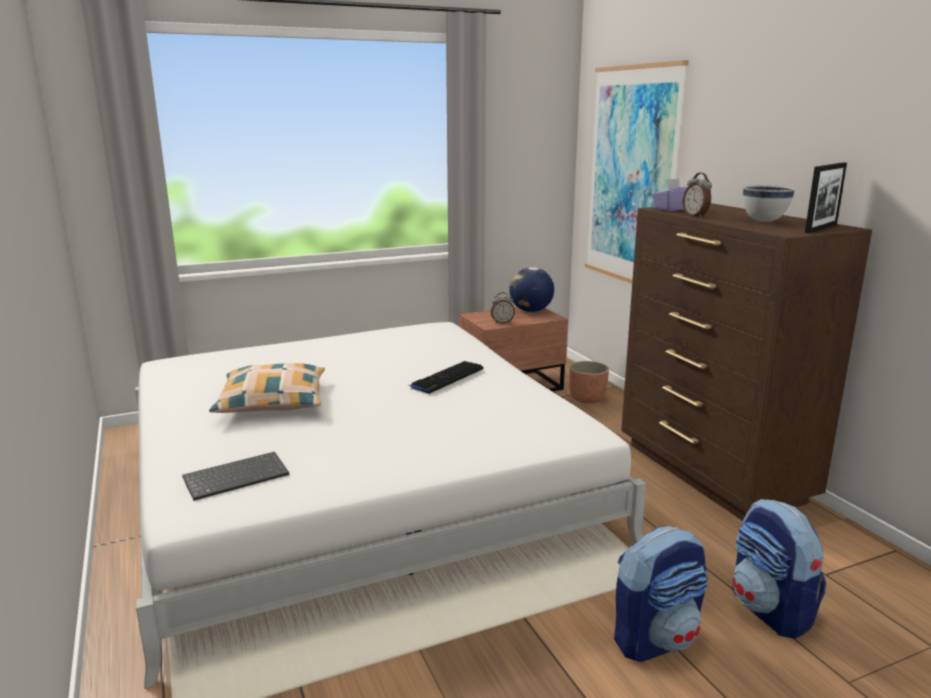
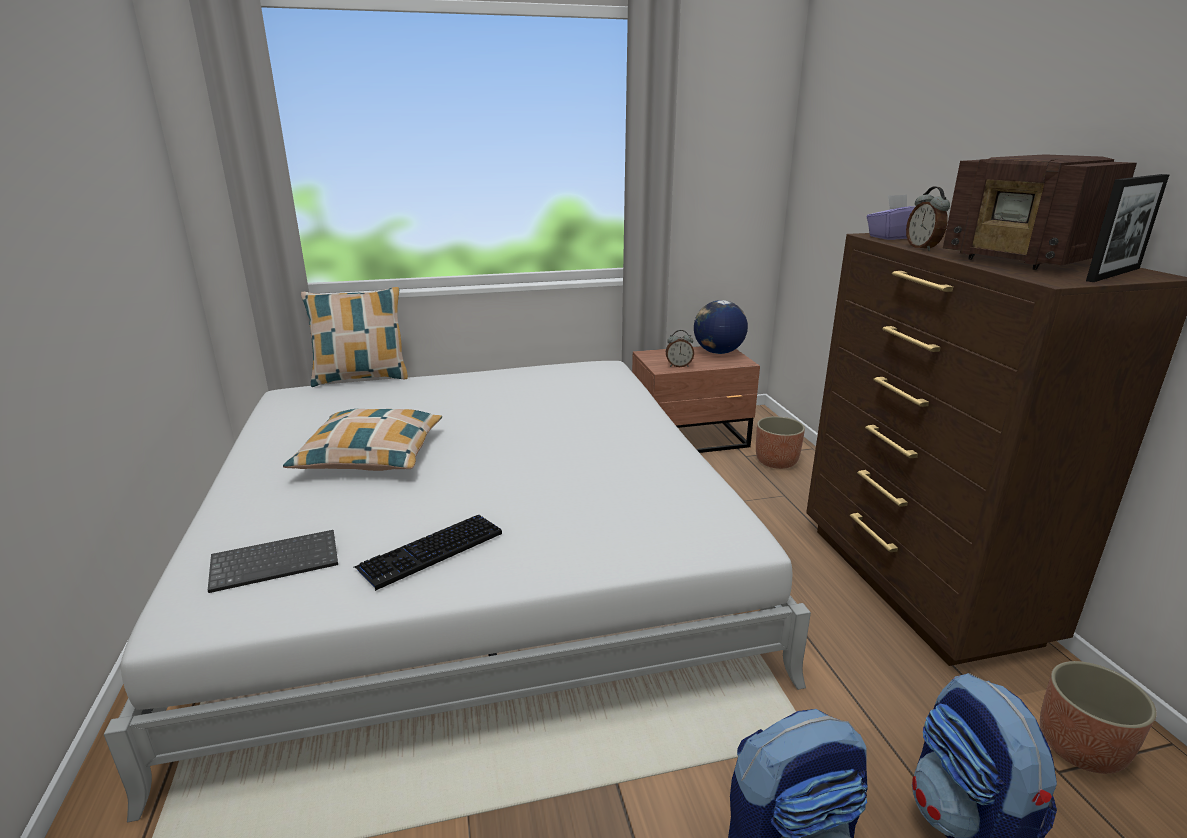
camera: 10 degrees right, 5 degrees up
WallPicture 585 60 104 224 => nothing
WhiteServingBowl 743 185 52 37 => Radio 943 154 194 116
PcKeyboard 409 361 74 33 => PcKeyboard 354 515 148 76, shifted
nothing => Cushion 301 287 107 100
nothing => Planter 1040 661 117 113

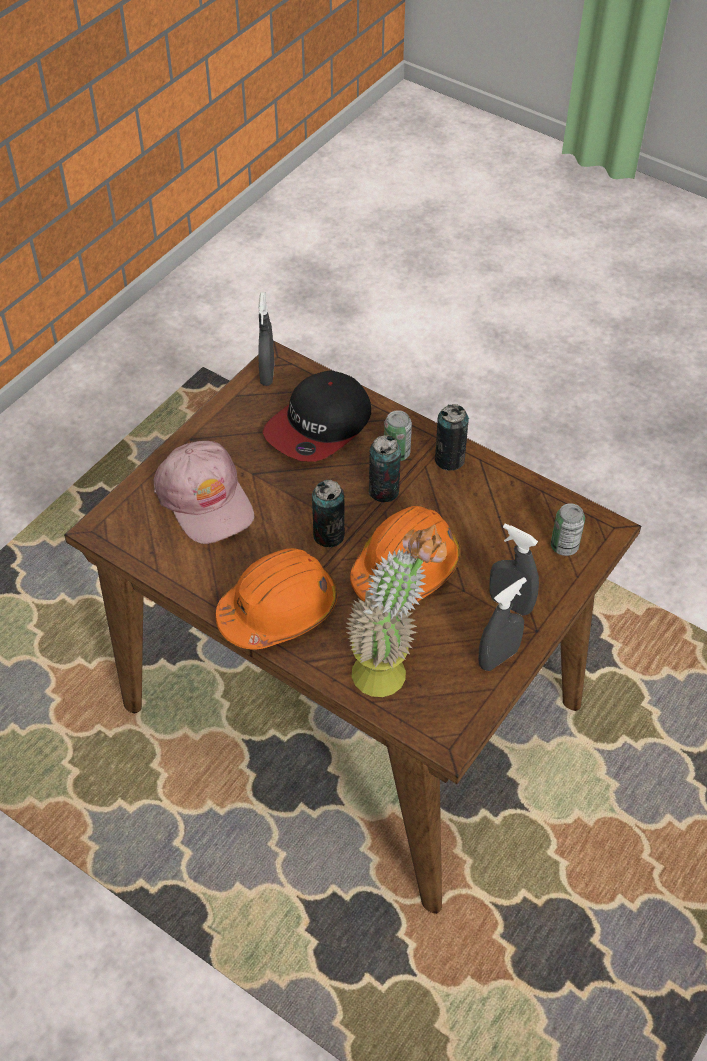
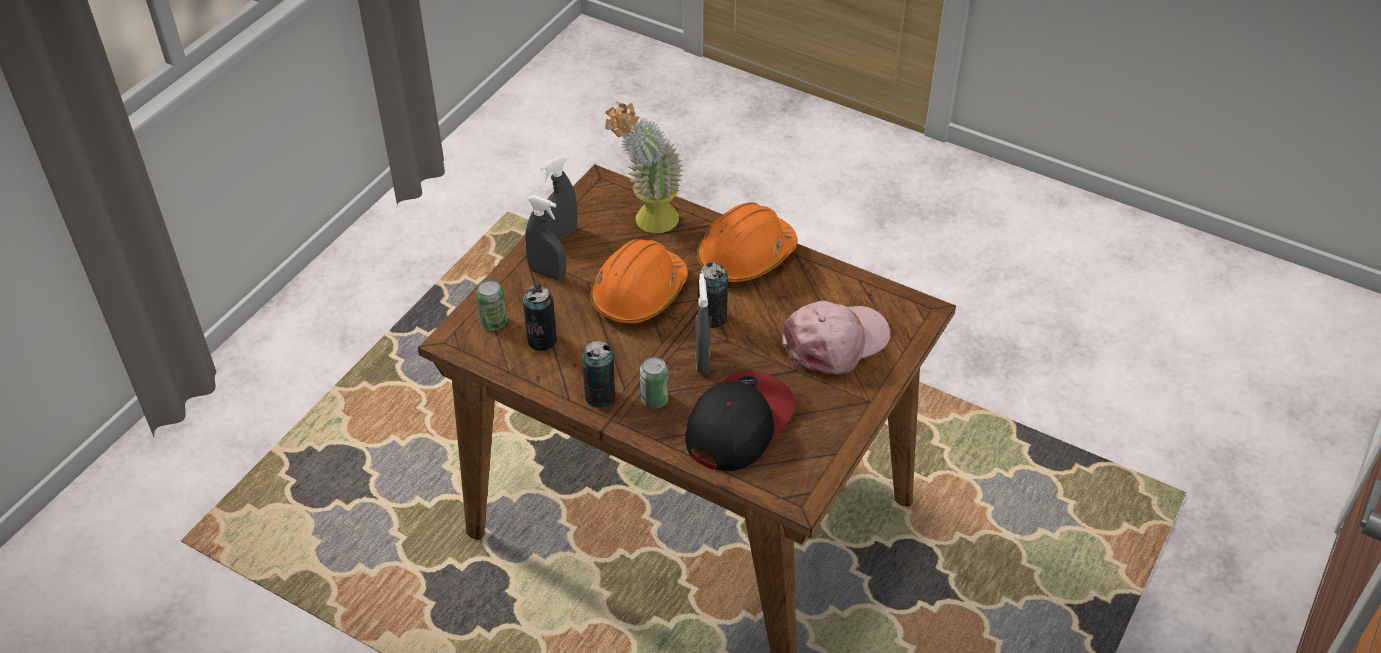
camera: 175 degrees right, 5 degrees down
GreyHandSprayer 258 292 16 94 => GreyHandSprayer 695 273 15 101, shifted
Can 369 435 32 67 => Can 523 285 34 66, shifted
PinkColouredPeakedCap 153 441 101 103 => PinkColouredPeakedCap 782 301 108 74, 90 degrees clockwise

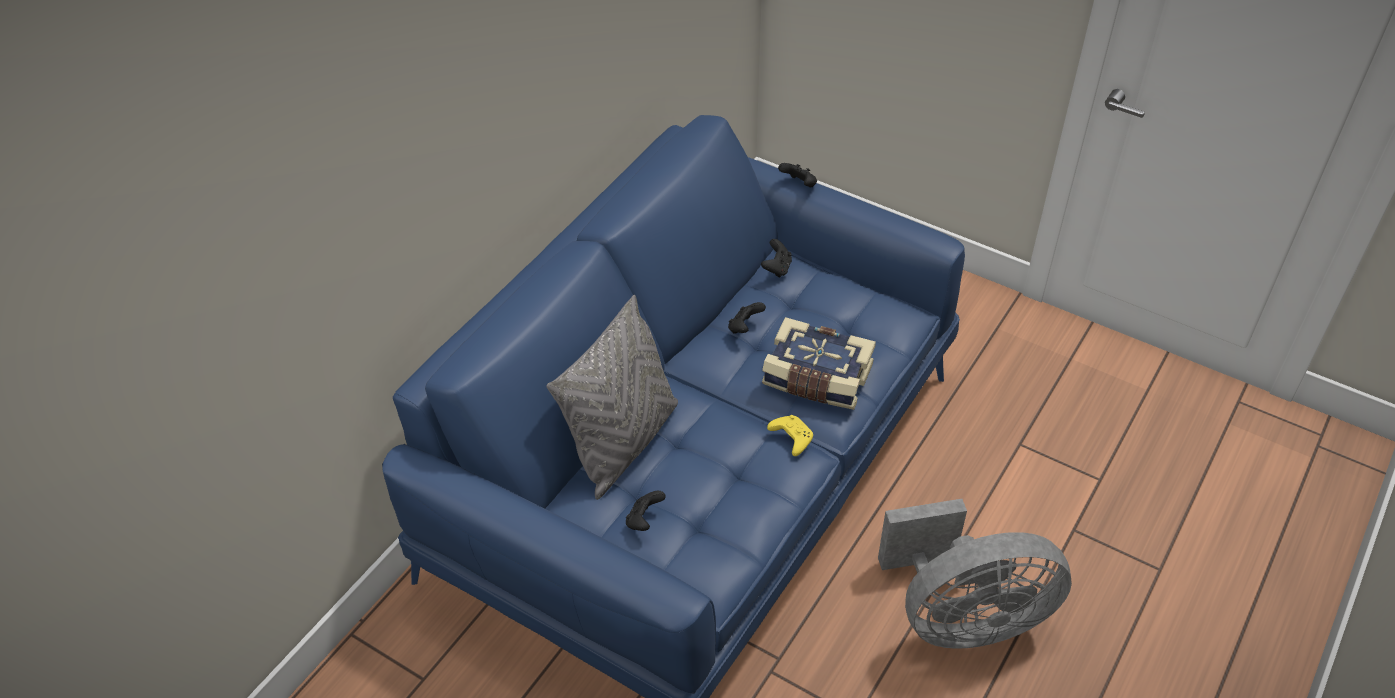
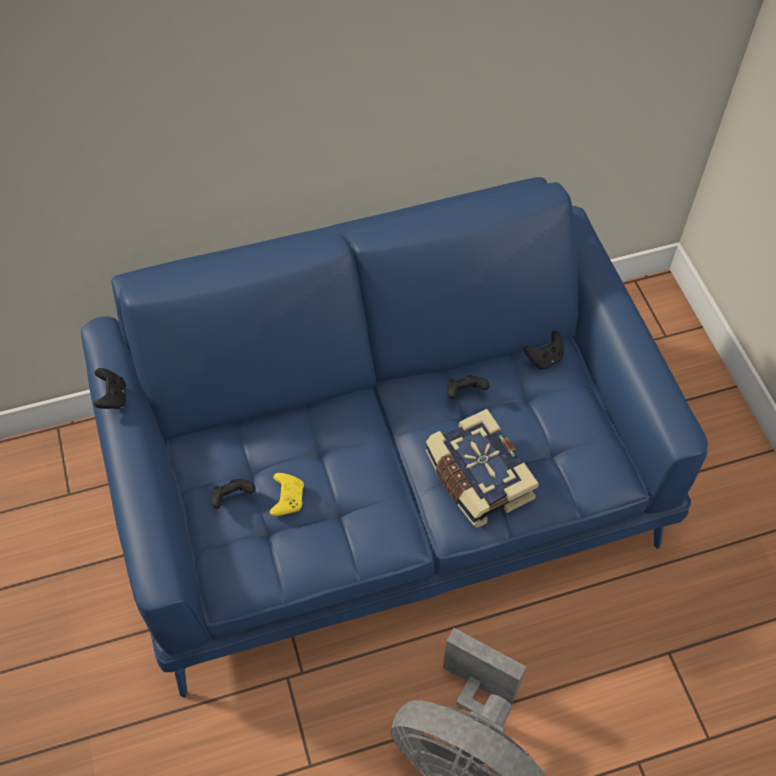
camera: 40 degrees right, 10 degrees up
BlackishGamepad 778 163 39 24 => BlackishGamepad 94 368 32 41, shifted
GreyCushion 547 295 131 205 => nothing
YellowishGamepad 767 415 46 41 => YellowishGamepad 270 473 34 43, shifted

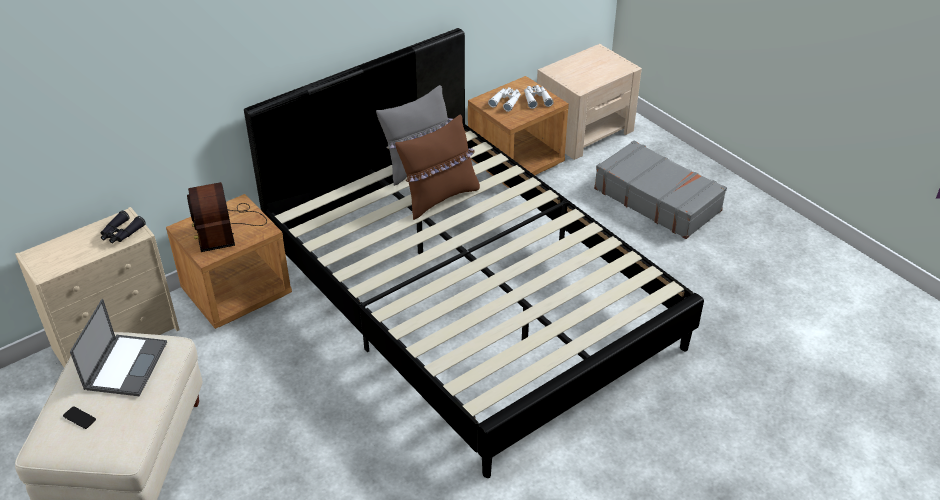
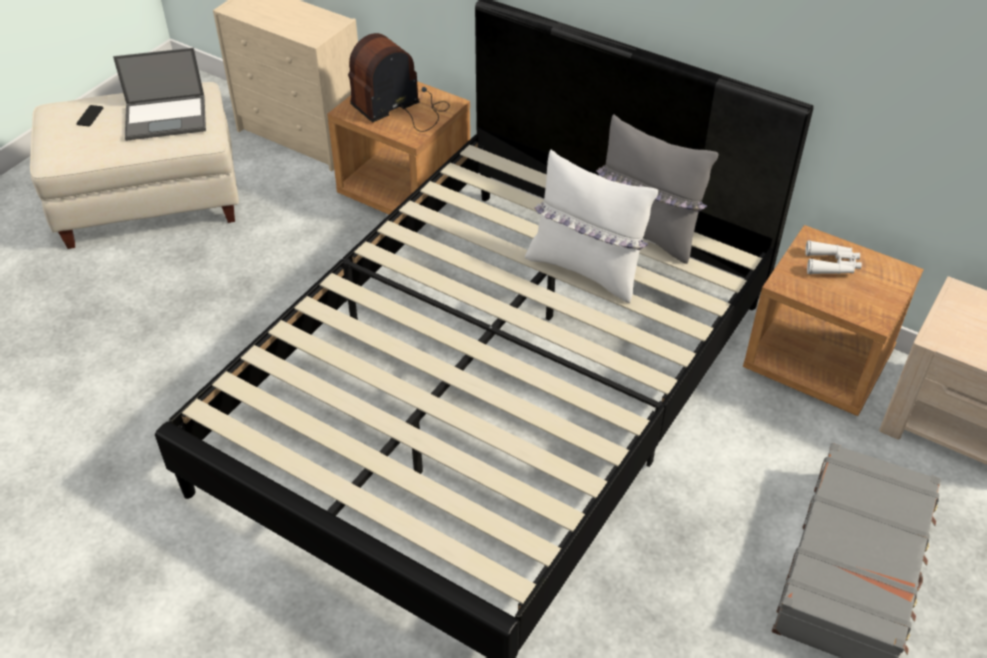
camera: 70 degrees right, 5 degrees up
WhiteFieldGlasses 524 85 30 24 => nothing
BrownColouredCushion 395 115 85 105 => WhiteCushion 525 150 133 153
BlackishFieldGlasses 101 211 45 32 => nothing

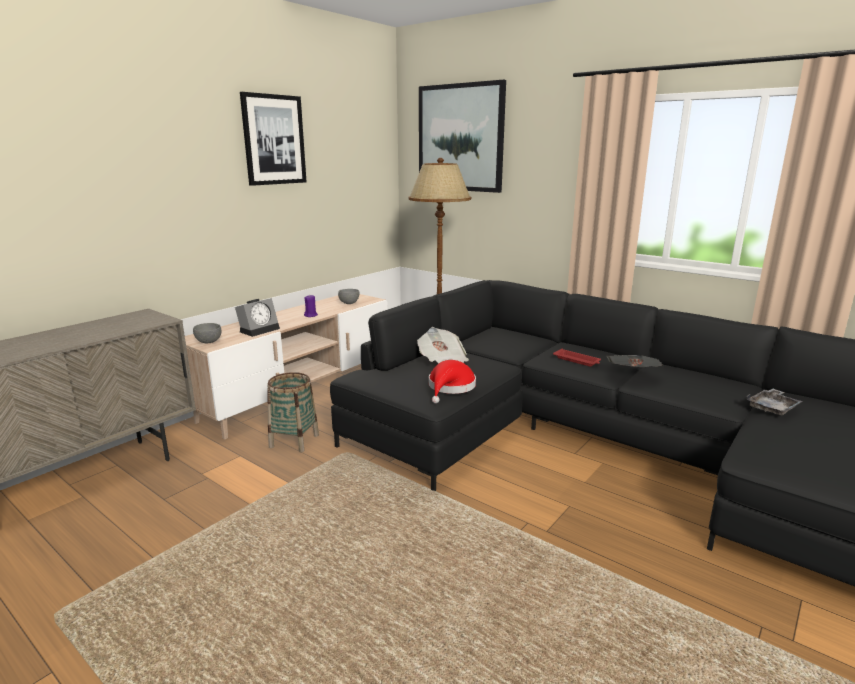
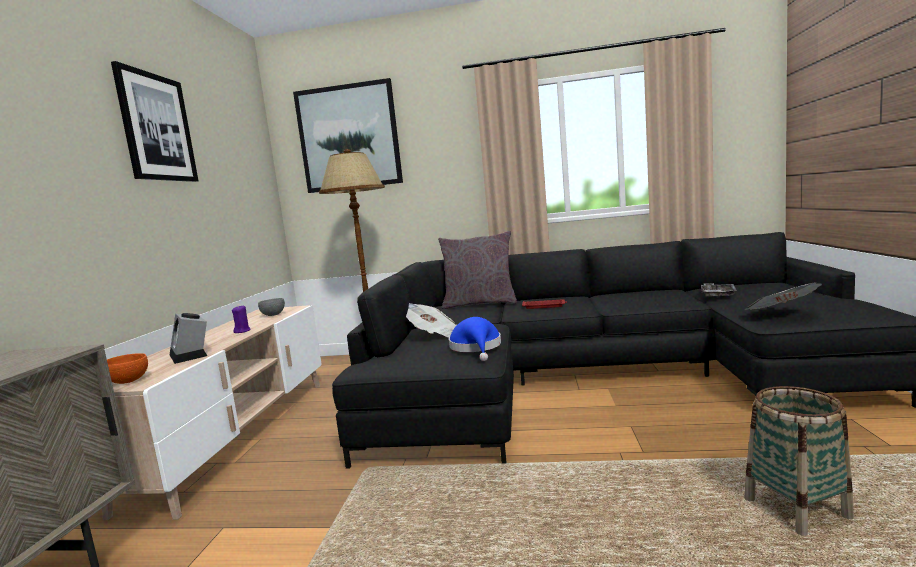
camera: 30 degrees left, 10 degrees down
AlarmClock 235 298 45 39 => AlarmClock 170 313 37 51, 135 degrees clockwise
GreyServingBowl 193 323 28 20 => OrangeyServingBowl 107 353 41 31
DailyPaper 606 355 57 12 => DailyPaper 744 282 78 28, shifted
ReddishWearableHat 429 360 47 43 => BluishWearableHat 449 317 52 44
StorageBasket 267 372 52 81 => StorageBasket 744 386 110 150, shifted
nothing => GreyCushion 438 231 79 78

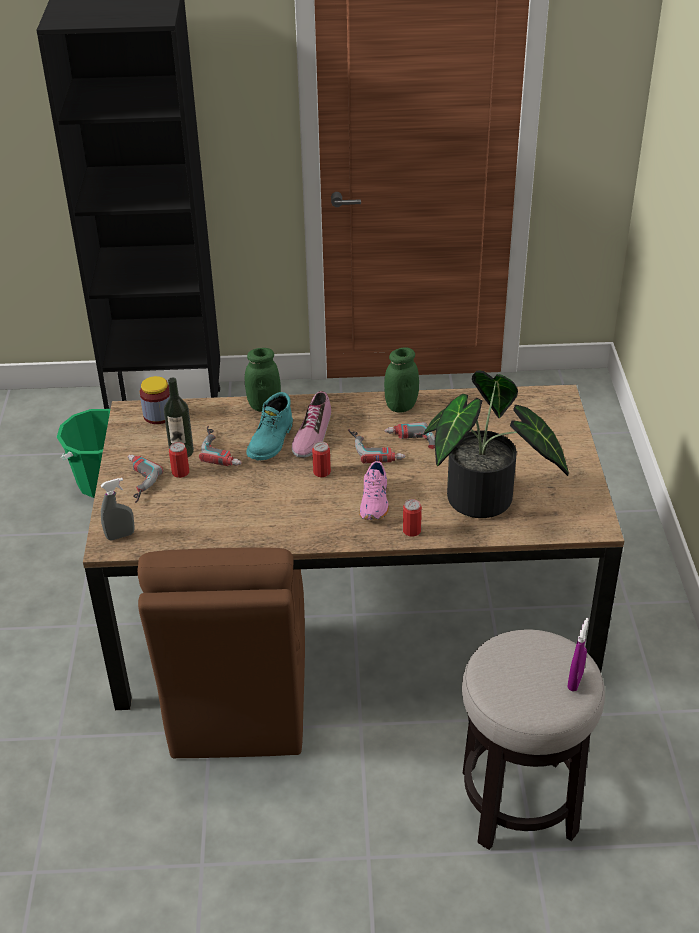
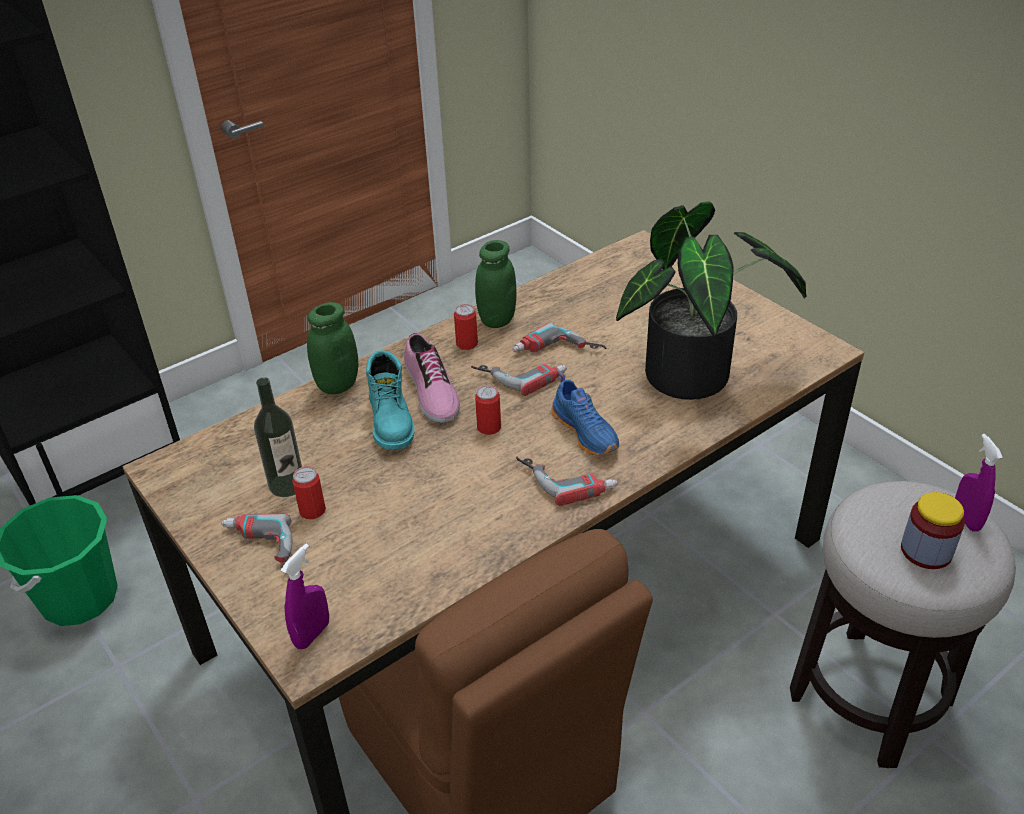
camera: 35 degrees left, 0 degrees up
StorageJar 140 376 30 48 => StorageJar 901 492 64 77, shifted
Drill 199 426 43 40 => Drill 516 456 102 50, shifted
PinkColouredItemOfFootwear 359 455 30 65 => BluishItemOfFootwear 551 373 68 83
GreyHandSprayer 101 478 34 62 => PurplishHandSprayer 281 544 48 106
Can 403 499 19 37 => Can 454 304 24 46, shifted

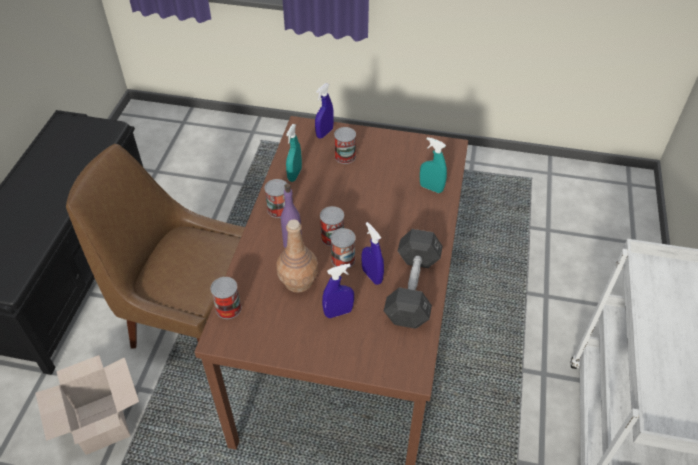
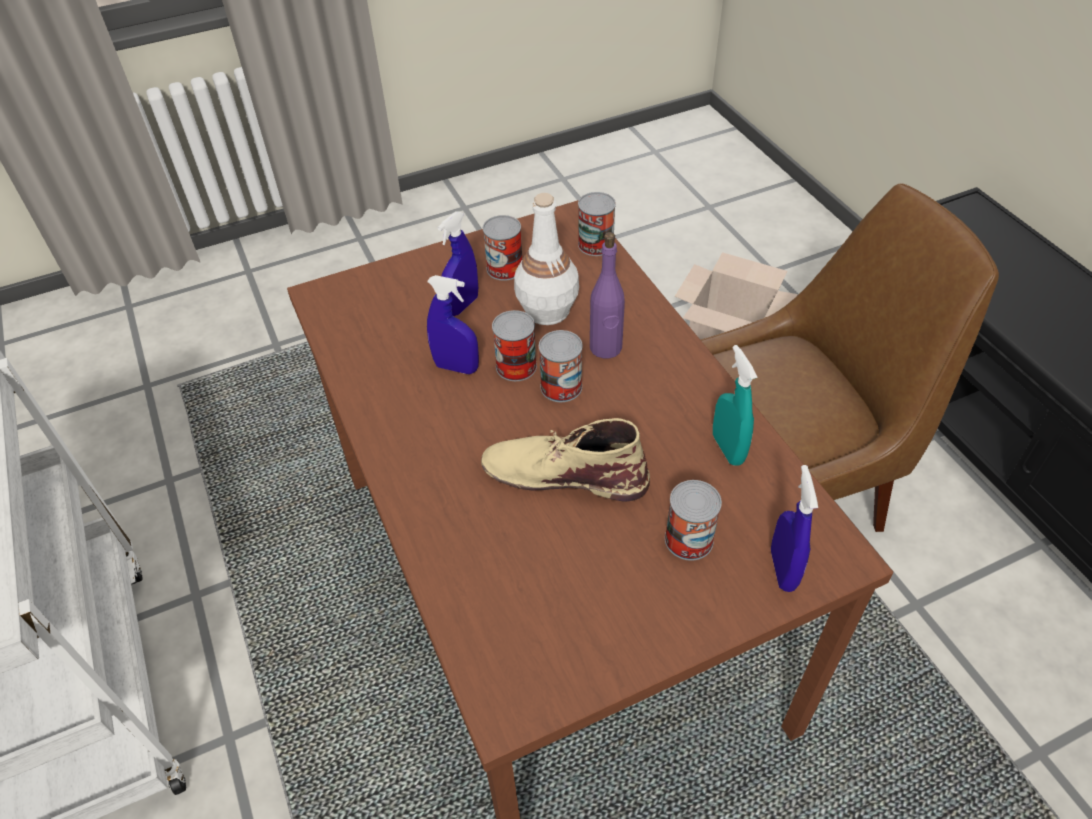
camera: 145 degrees right, 0 degrees up
TurquoiseColouredHandSprayer 420 137 27 56 => nothing
Can 265 179 22 39 => Can 483 215 39 66, shifted
BrownColouredBeverageBottle 276 220 42 73 => WhiteBeverageBottle 514 193 65 132
GreyHandWeight 384 229 59 100 => nothing
nothing => SandColouredBoot 481 418 169 84

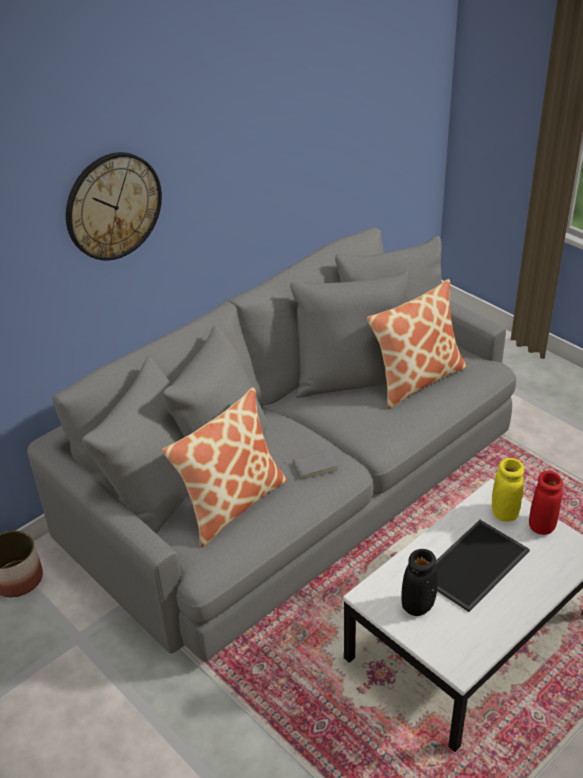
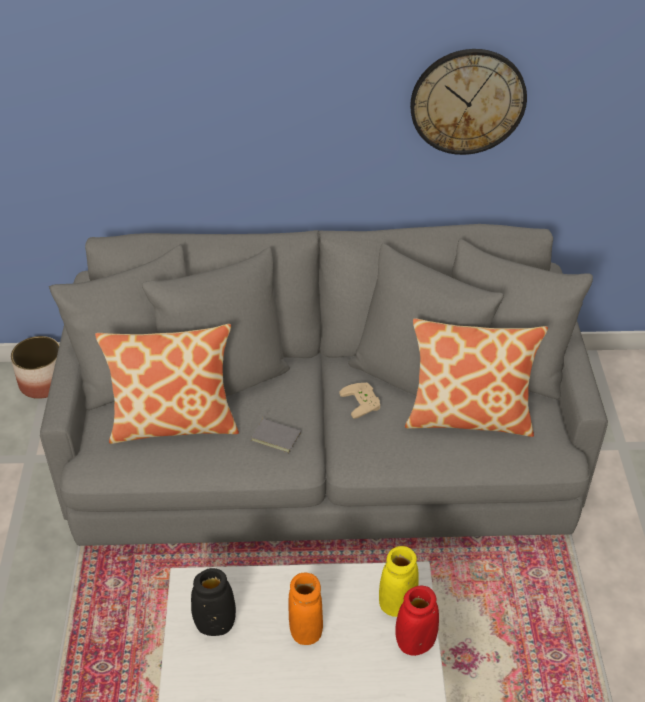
camera: 40 degrees right, 5 degrees up
ClockOnTheWall 66 152 96 108 => ClockOnTheWall 410 49 117 106, shifted
Tray 435 520 95 92 => OrangeyVase 289 573 34 72
nothing => SandColouredGamepad 339 383 41 36

